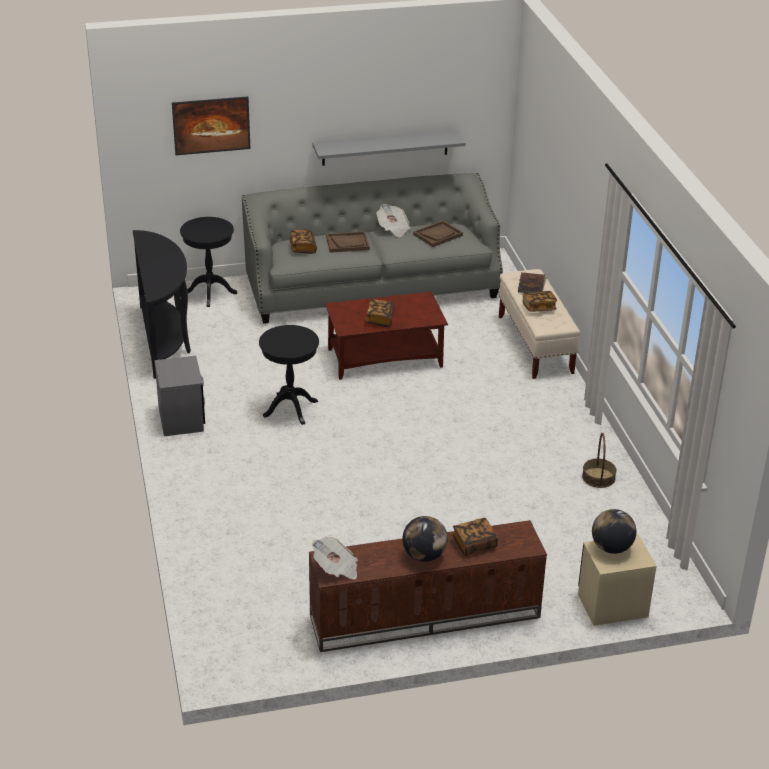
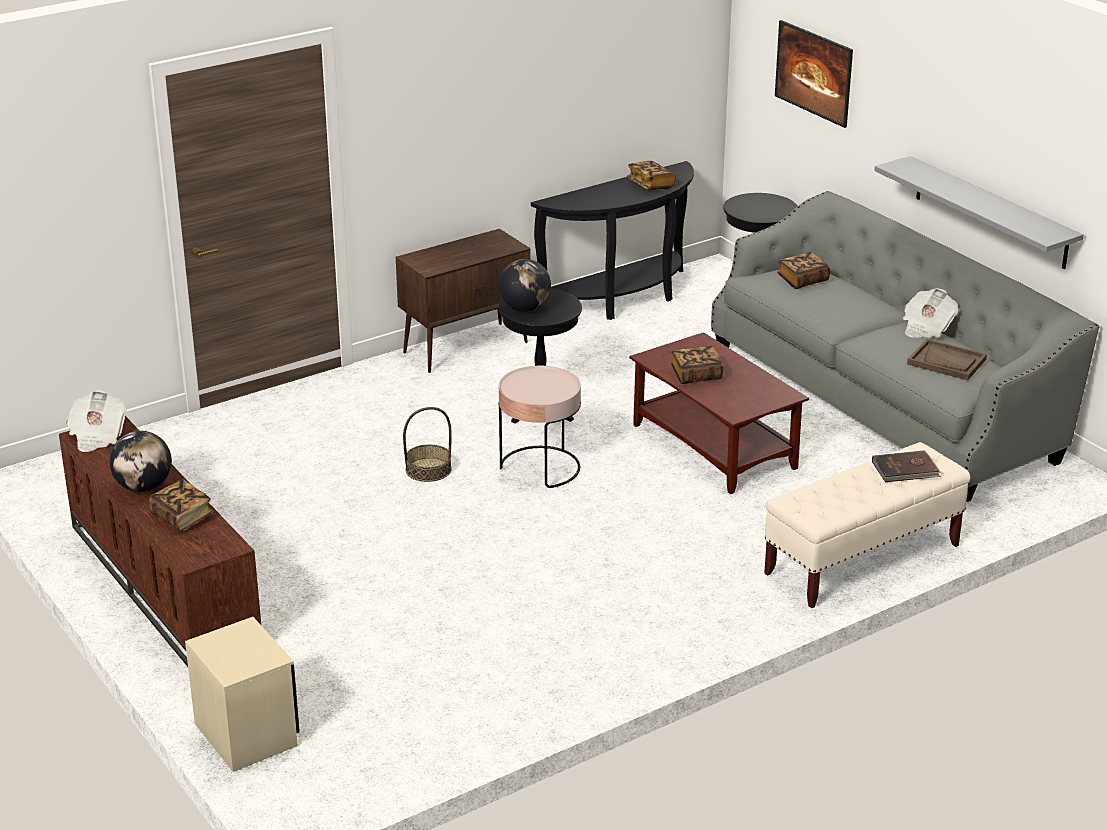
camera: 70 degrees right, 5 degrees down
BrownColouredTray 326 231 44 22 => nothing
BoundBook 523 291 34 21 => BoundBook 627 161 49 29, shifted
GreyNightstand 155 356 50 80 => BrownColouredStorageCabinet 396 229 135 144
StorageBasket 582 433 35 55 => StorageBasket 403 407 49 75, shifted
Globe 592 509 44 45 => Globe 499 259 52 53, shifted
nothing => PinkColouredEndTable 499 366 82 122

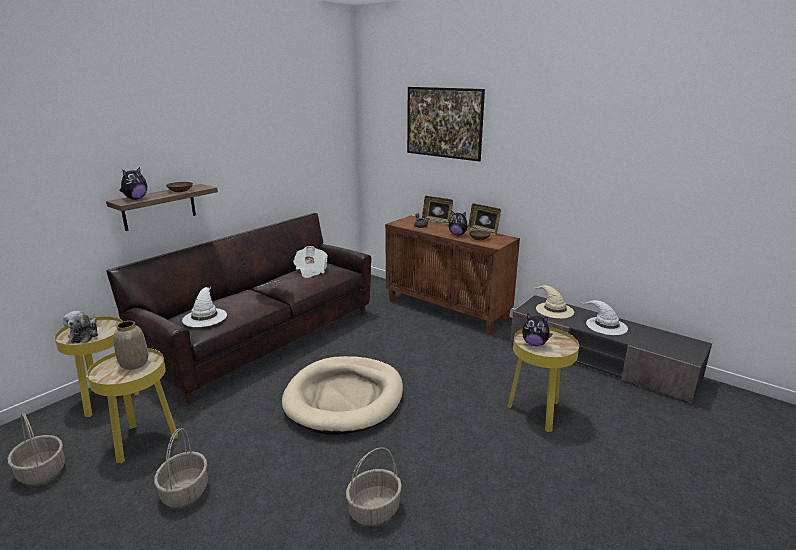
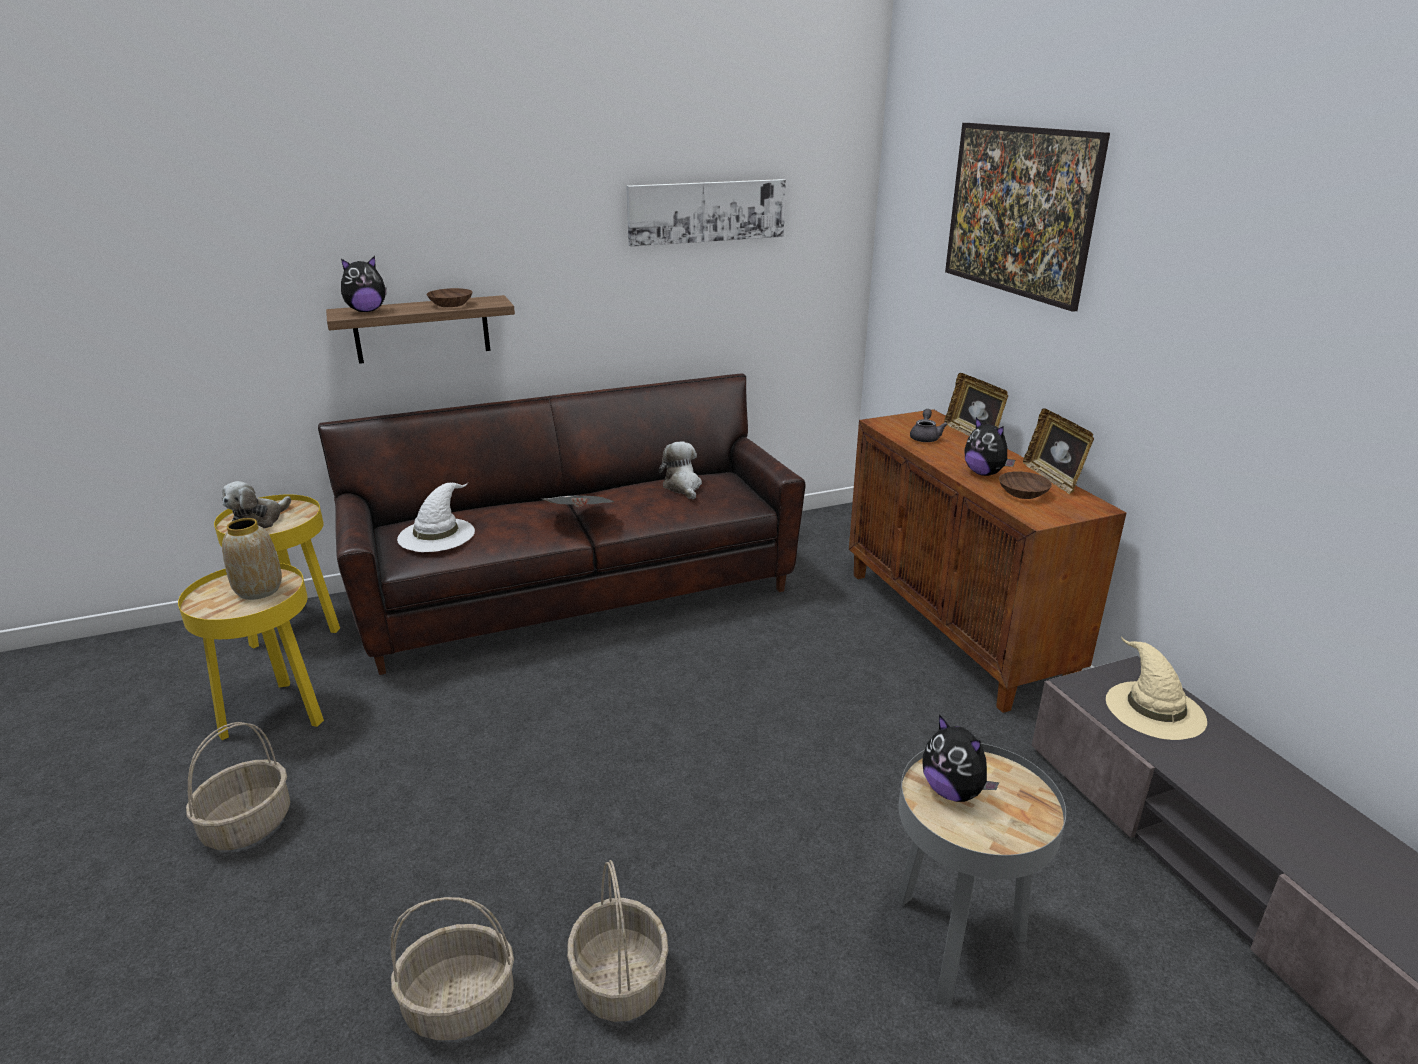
camera: 30 degrees right, 5 degrees up
DailyPaper 293 246 35 32 => SoftToy 659 442 43 58
WhiteWearableHat 580 300 48 35 => nothing
YellowishEndTable 507 327 72 105 => GreyEndTable 896 743 170 264
SandColouredDogBed 282 356 121 79 => nothing
StorageBasket 8 413 57 72 => StorageBasket 567 860 101 162, shifted
nothing => WallPicture 626 179 160 68

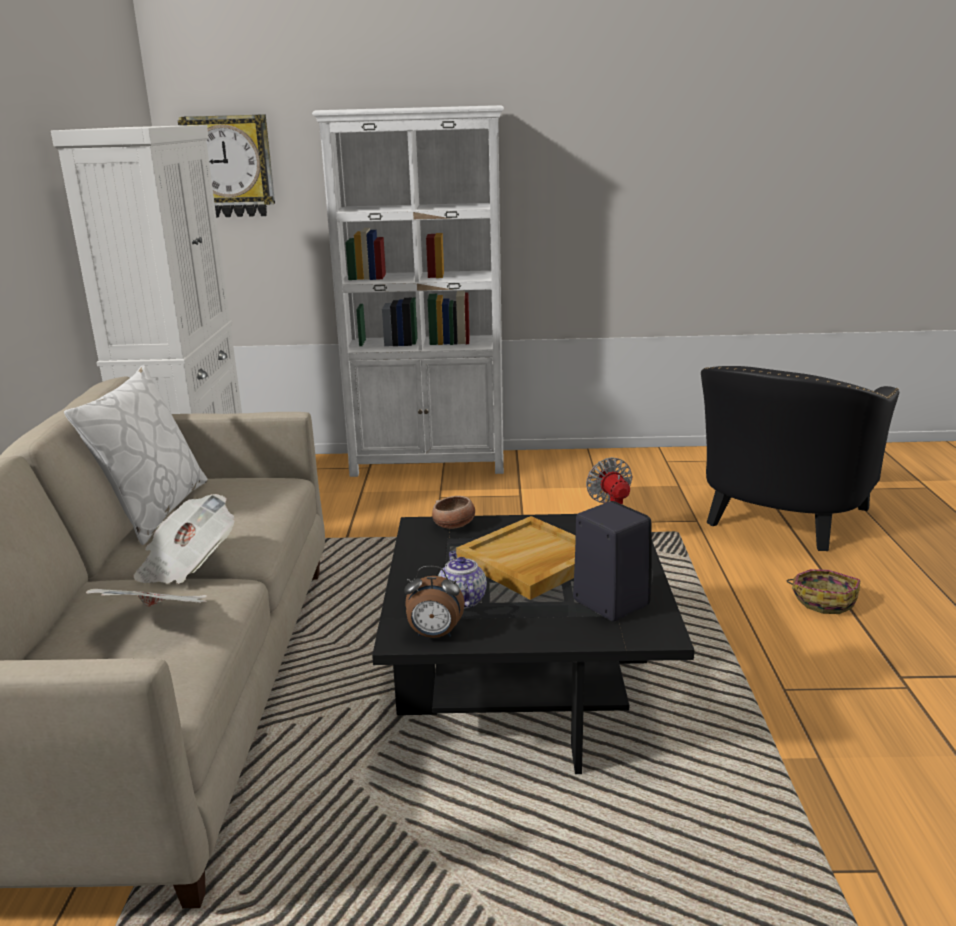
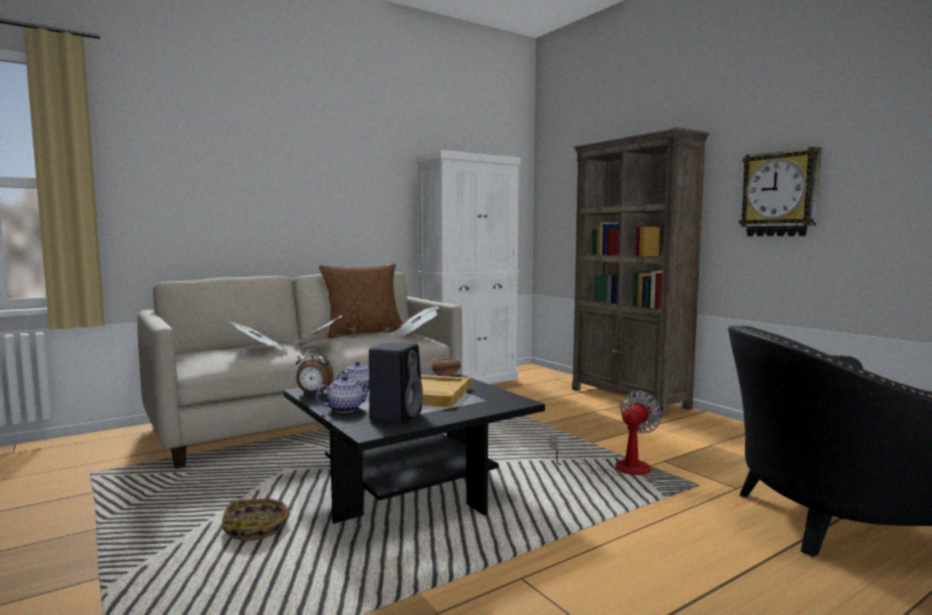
camera: 55 degrees right, 15 degrees down
WhiteShelvingUnit 312 105 192 372 => BrownColouredShelvingUnit 572 127 137 290
ClockOnTheWall 178 114 97 103 => ClockOnTheWall 739 147 82 89, shifted
WhiteCushion 64 365 144 180 => BrownColouredCushion 319 263 84 76
AlarmClock 404 566 61 72 => AlarmClock 296 347 38 47, 60 degrees counterclockwise
StorageBasket 787 569 73 45 => StorageBasket 222 498 68 43, shifted
nothing => DailyPaper 390 306 49 30
nothing => TeaPot 316 376 53 37

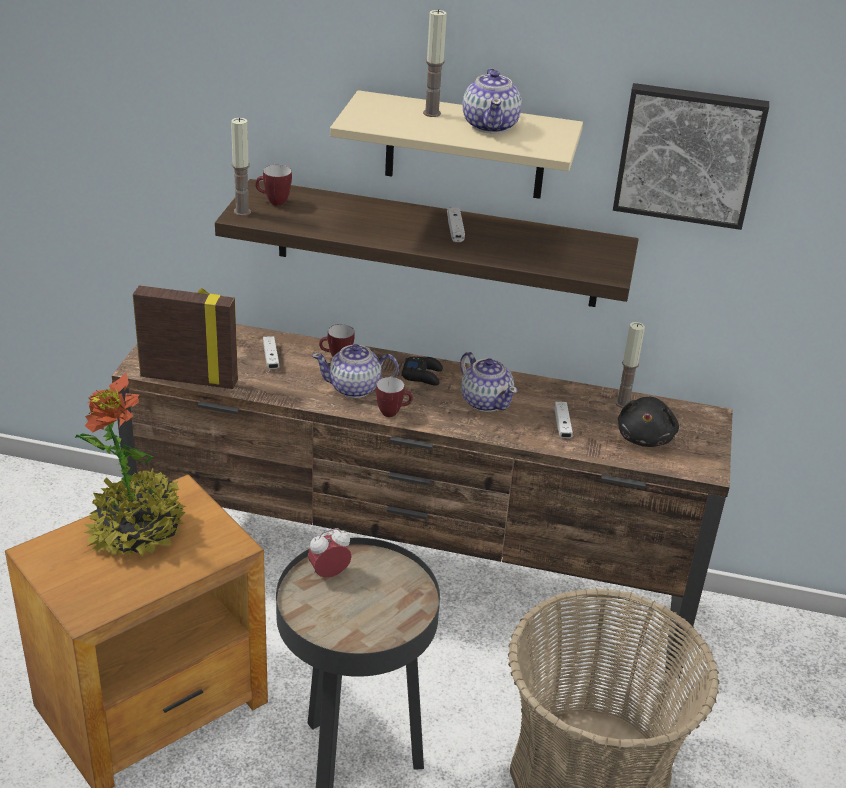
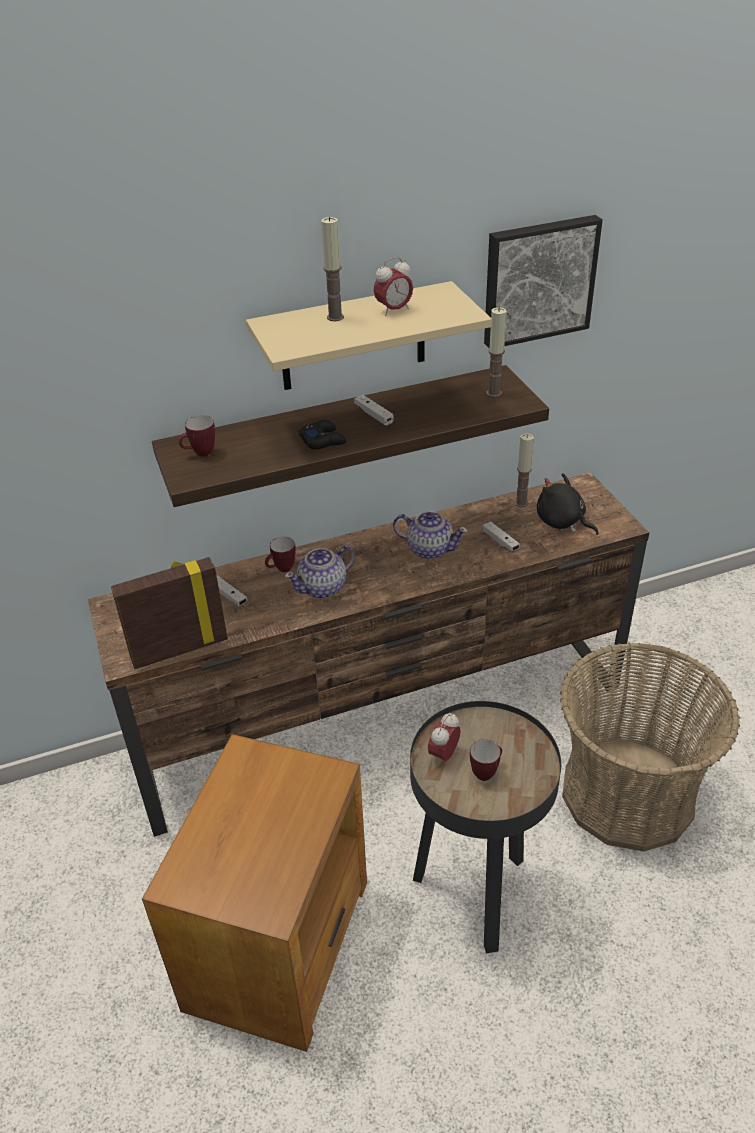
camera: 30 degrees left, 5 degrees up
TeaPot 463 68 59 65 => AlarmClock 374 257 39 59
WaxLight 231 118 20 98 => WaxLight 487 307 20 90, shifted
BlackishGamepad 401 356 42 30 => BlackishGamepad 299 420 47 30, shifted
Houseplant 75 372 111 185 => nothing
Mug 376 377 37 40 => Mug 470 739 32 42, shifted
BlackishSoftToy 618 397 61 50 => BlackishSoftToy 537 473 62 62, 150 degrees clockwise

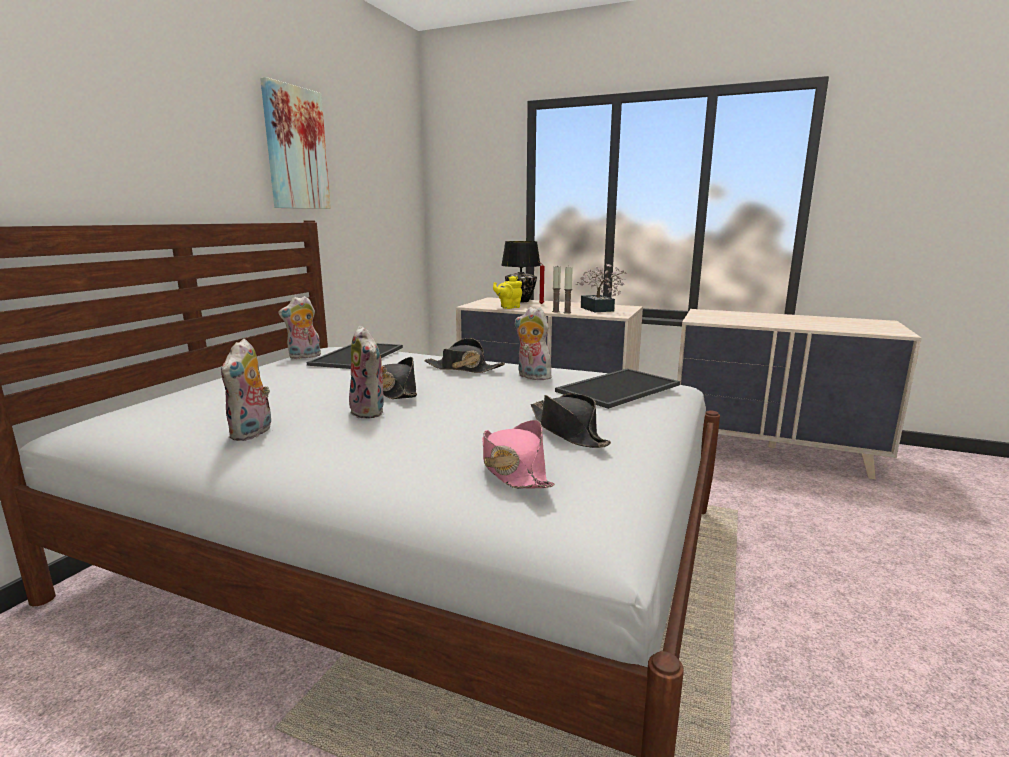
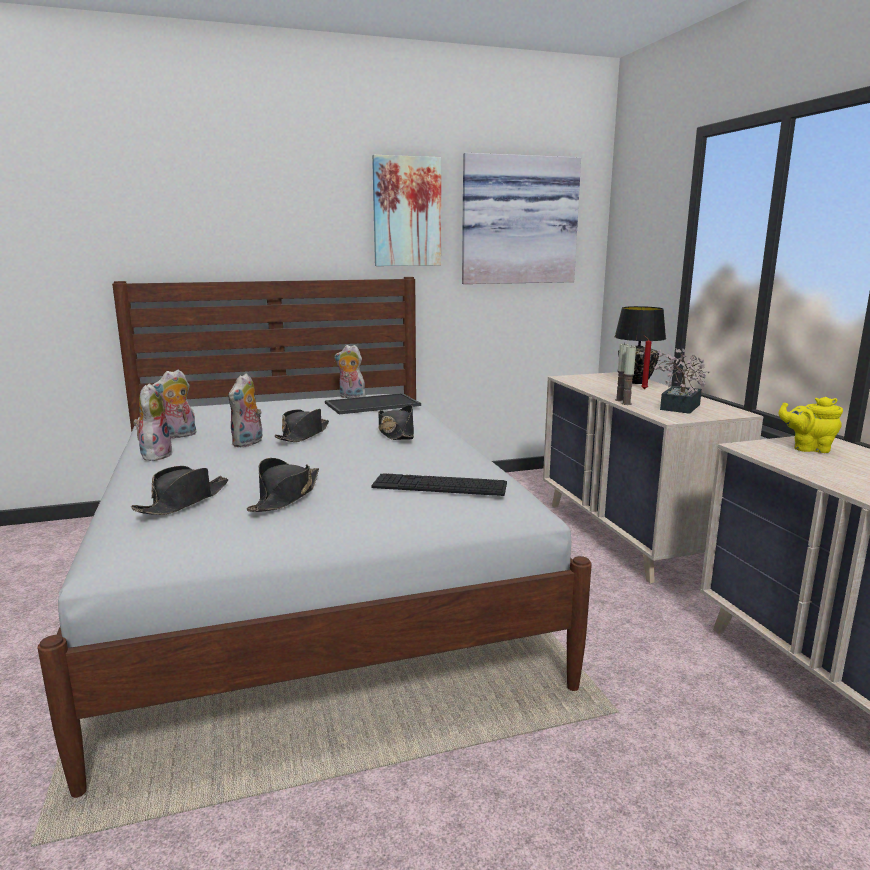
camera: 50 degrees right, 0 degrees up
YellowishTeaPot 493 276 29 33 => YellowishTeaPot 779 397 64 56, shifted
SoftToy 515 307 40 73 => SoftToy 133 383 40 78, shifted
Tray 555 369 125 40 => PcKeyboard 371 473 136 23
PinkColouredWearableHat 482 420 73 69 => BlackishWearableHat 131 466 97 49
nothing => WallPicture 462 153 119 131

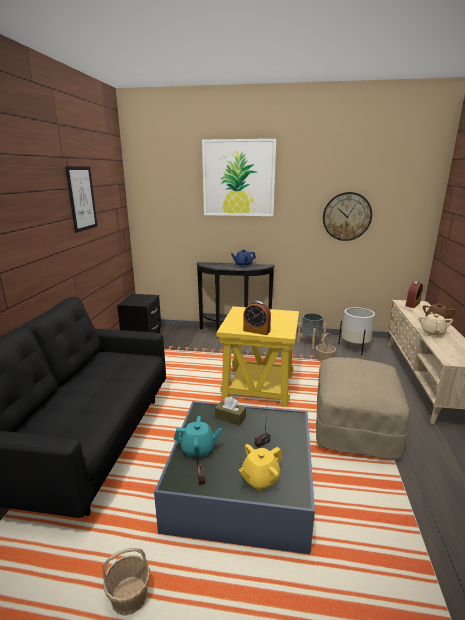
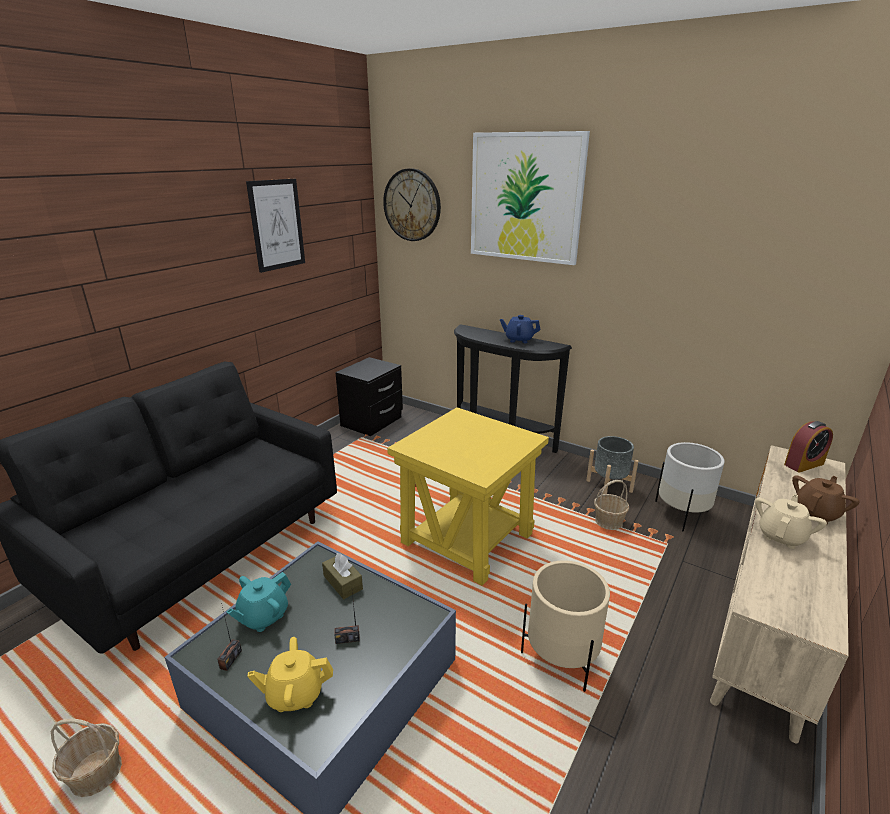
camera: 25 degrees right, 5 degrees up
ClockOnTheWall 323 192 49 49 => ClockOnTheWall 383 168 58 73, shifted
AlarmClock 243 301 28 34 => nothing
SandColouredPouffe 316 357 93 102 => SandColouredPlanter 521 560 89 132
TurquoiseColouredTeaPot 174 416 48 41 => TurquoiseColouredTeaPot 226 572 65 60, 105 degrees clockwise

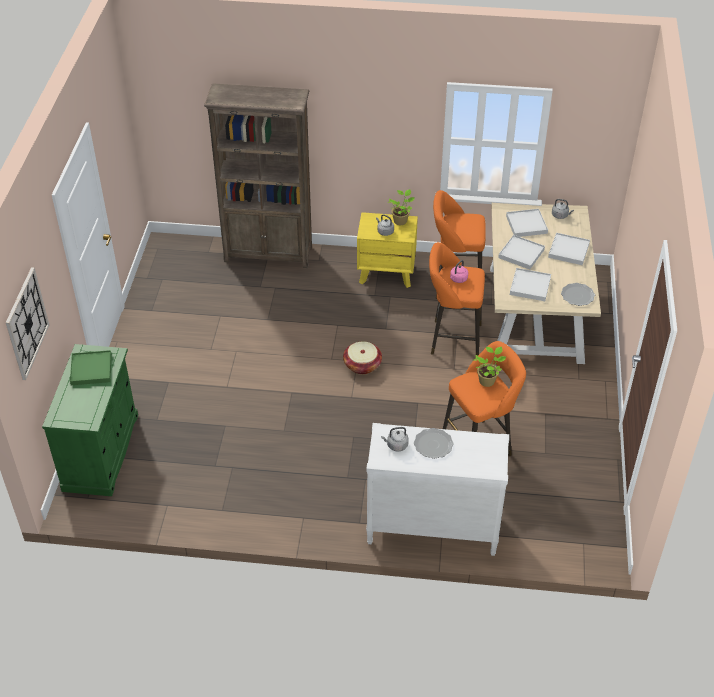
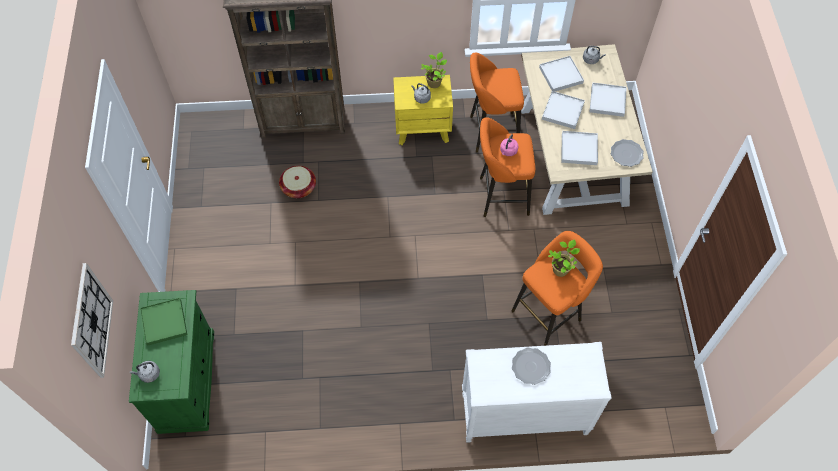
camera: 10 degrees left, 15 degrees up
StorageBasket 343 341 39 33 => StorageBasket 279 166 37 32, shifted
GreyTeaKettle 381 427 28 24 => GreyTeaKettle 130 361 30 22, shifted

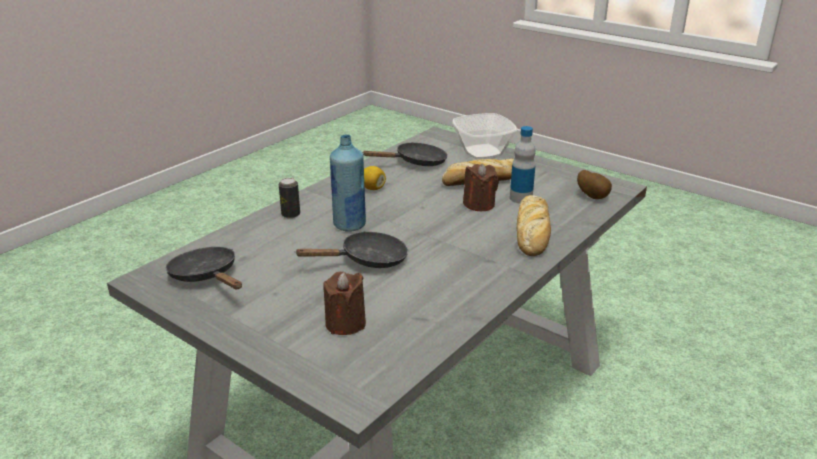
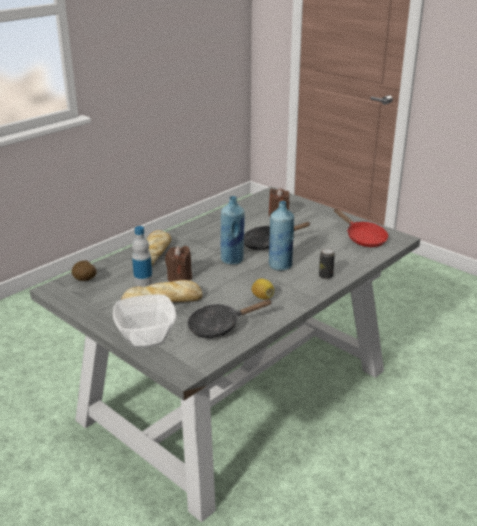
camera: 175 degrees left, 0 degrees up
BlackishSkillet 166 247 76 42 => ReddishSkillet 334 208 54 39
nothing => BluishBeverageBottle 221 196 24 68

